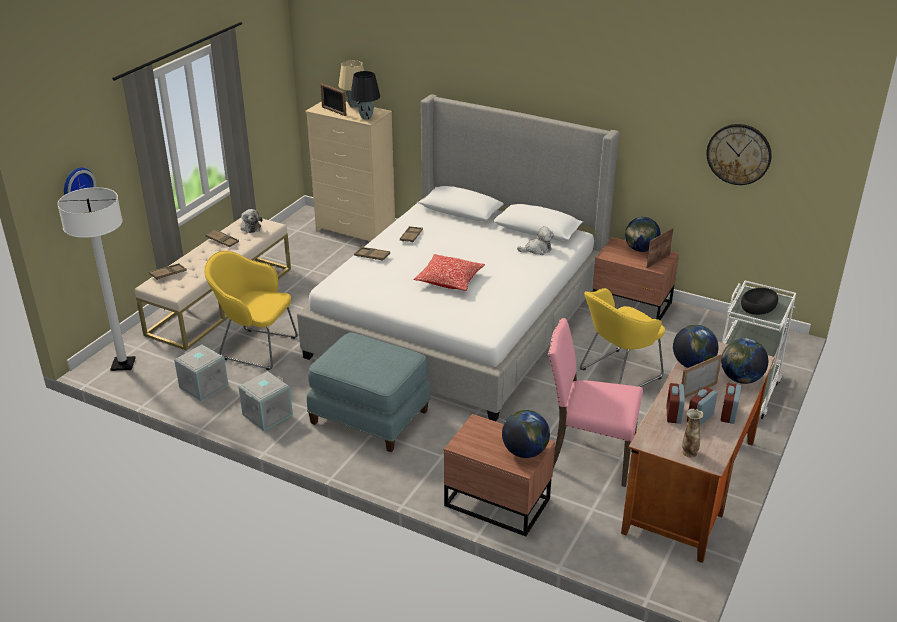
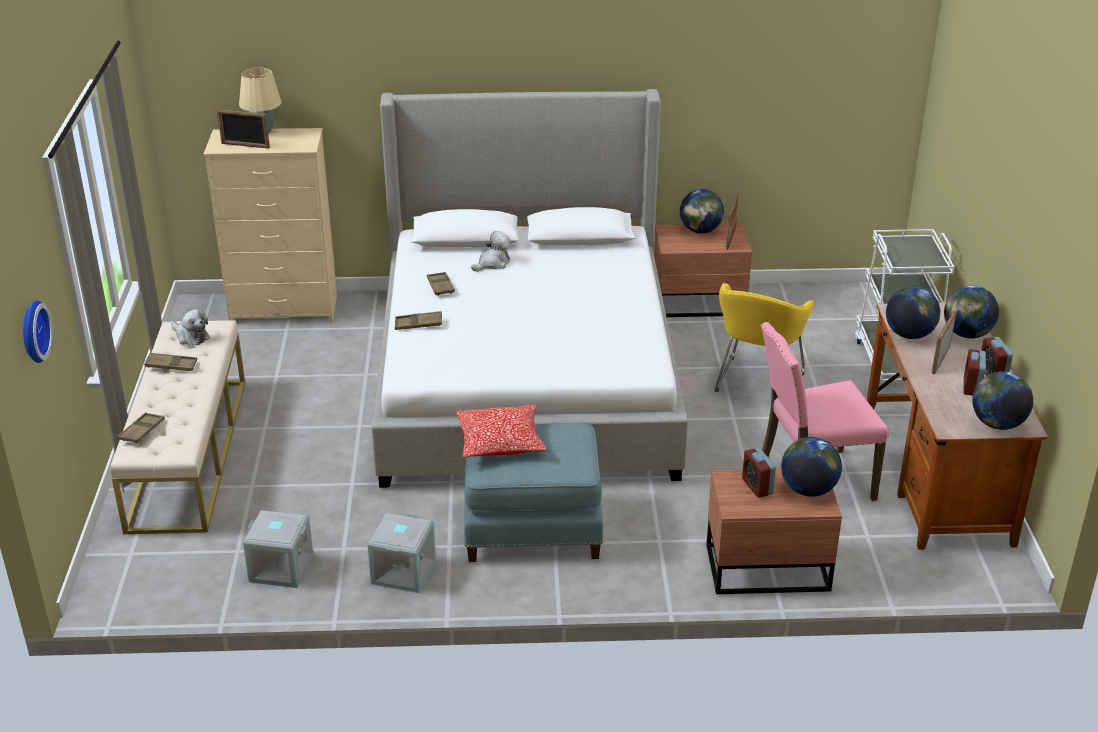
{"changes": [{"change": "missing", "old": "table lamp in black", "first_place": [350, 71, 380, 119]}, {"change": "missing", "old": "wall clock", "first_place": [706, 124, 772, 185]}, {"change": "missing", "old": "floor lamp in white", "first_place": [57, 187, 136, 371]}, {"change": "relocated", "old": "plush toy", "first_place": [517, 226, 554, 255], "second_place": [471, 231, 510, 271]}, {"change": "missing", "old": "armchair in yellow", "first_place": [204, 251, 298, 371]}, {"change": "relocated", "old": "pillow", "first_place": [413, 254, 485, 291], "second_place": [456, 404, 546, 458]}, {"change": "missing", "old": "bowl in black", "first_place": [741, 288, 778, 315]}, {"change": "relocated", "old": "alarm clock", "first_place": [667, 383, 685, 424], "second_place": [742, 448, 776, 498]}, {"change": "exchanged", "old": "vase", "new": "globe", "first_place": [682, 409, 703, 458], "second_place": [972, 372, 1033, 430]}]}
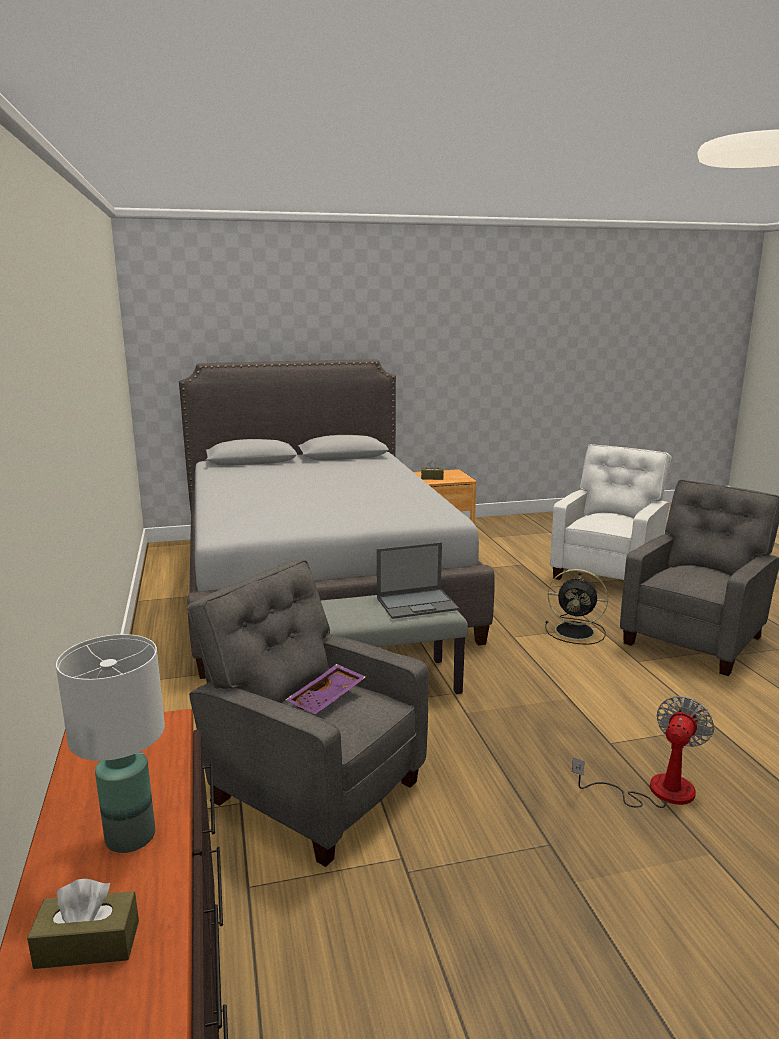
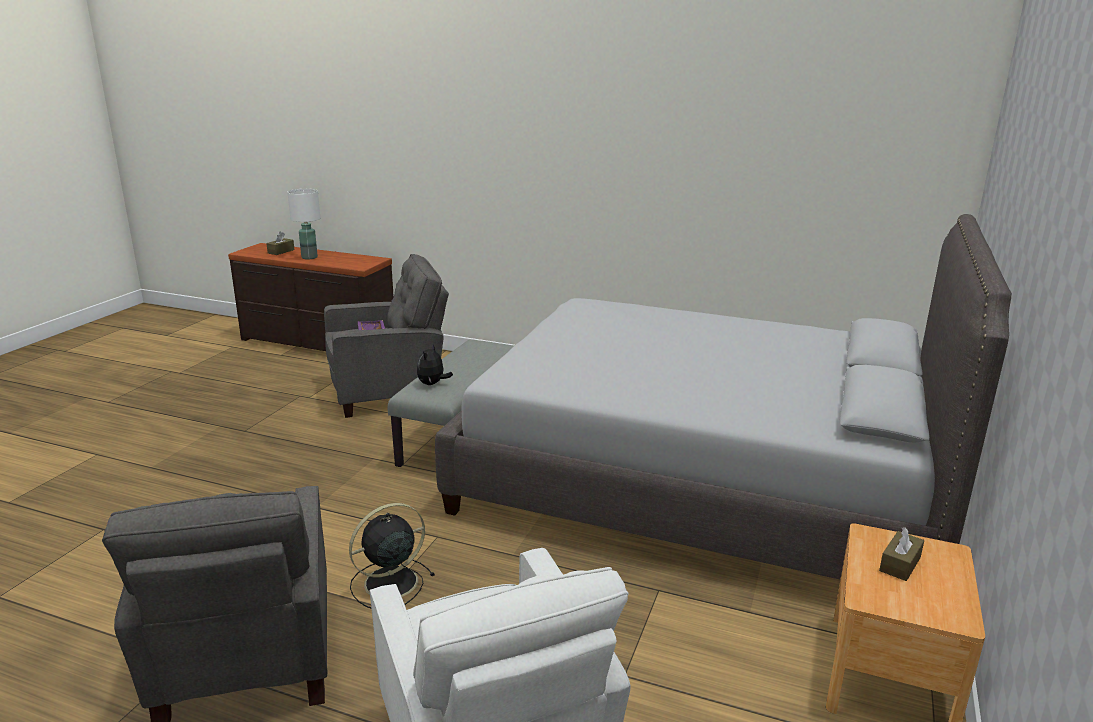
{"changes": [{"change": "exchanged", "old": "laptop", "new": "plush toy", "first_place": [377, 542, 459, 619], "second_place": [417, 344, 453, 385]}, {"change": "missing", "old": "fan", "first_place": [572, 696, 714, 808]}]}
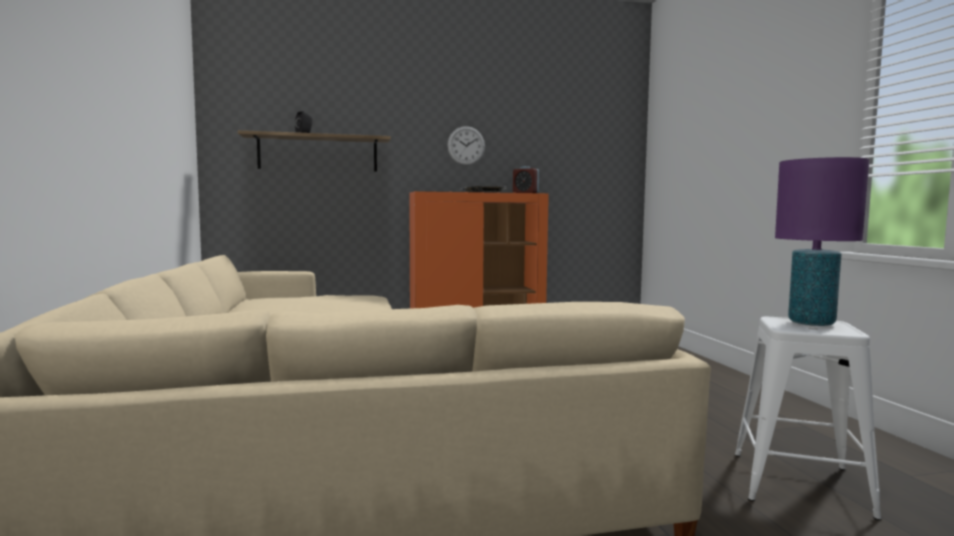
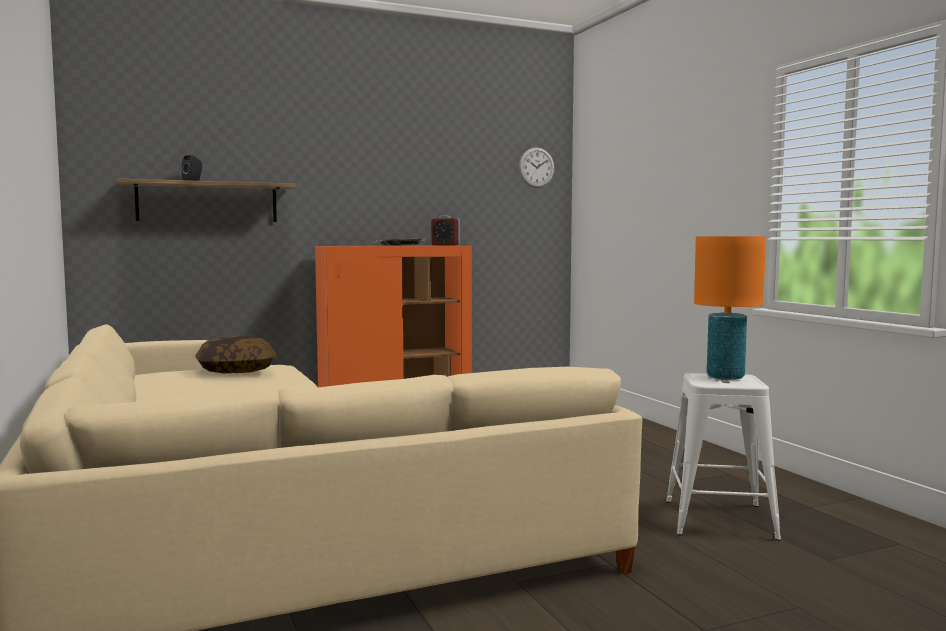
{"changes": [{"change": "relocated", "old": "wall clock", "first_place": [447, 126, 485, 165], "second_place": [519, 147, 554, 188]}, {"change": "colour", "old": "table lamp in purple", "new": "table lamp in orange", "first_place": [775, 157, 869, 326], "second_place": [694, 236, 766, 380]}, {"change": "appeared", "new": "pillow", "second_place": [195, 336, 276, 373]}]}
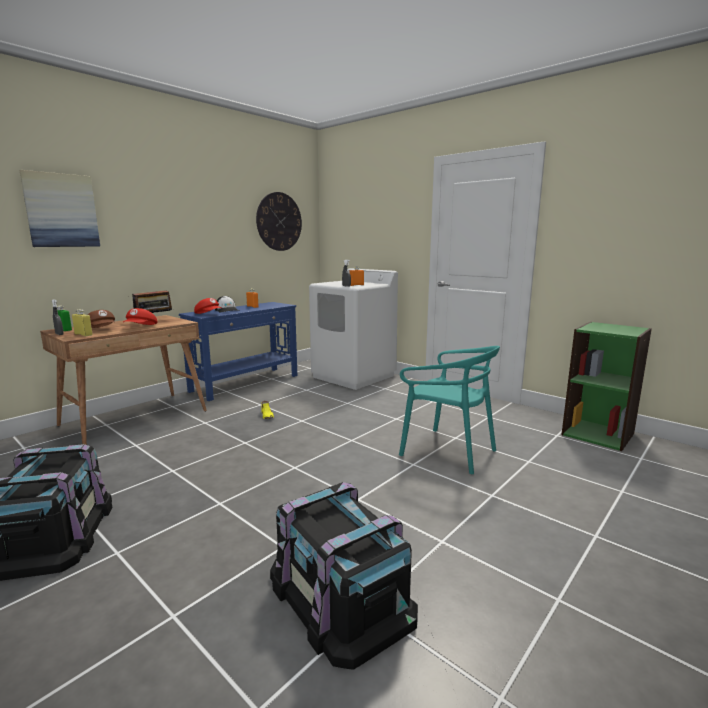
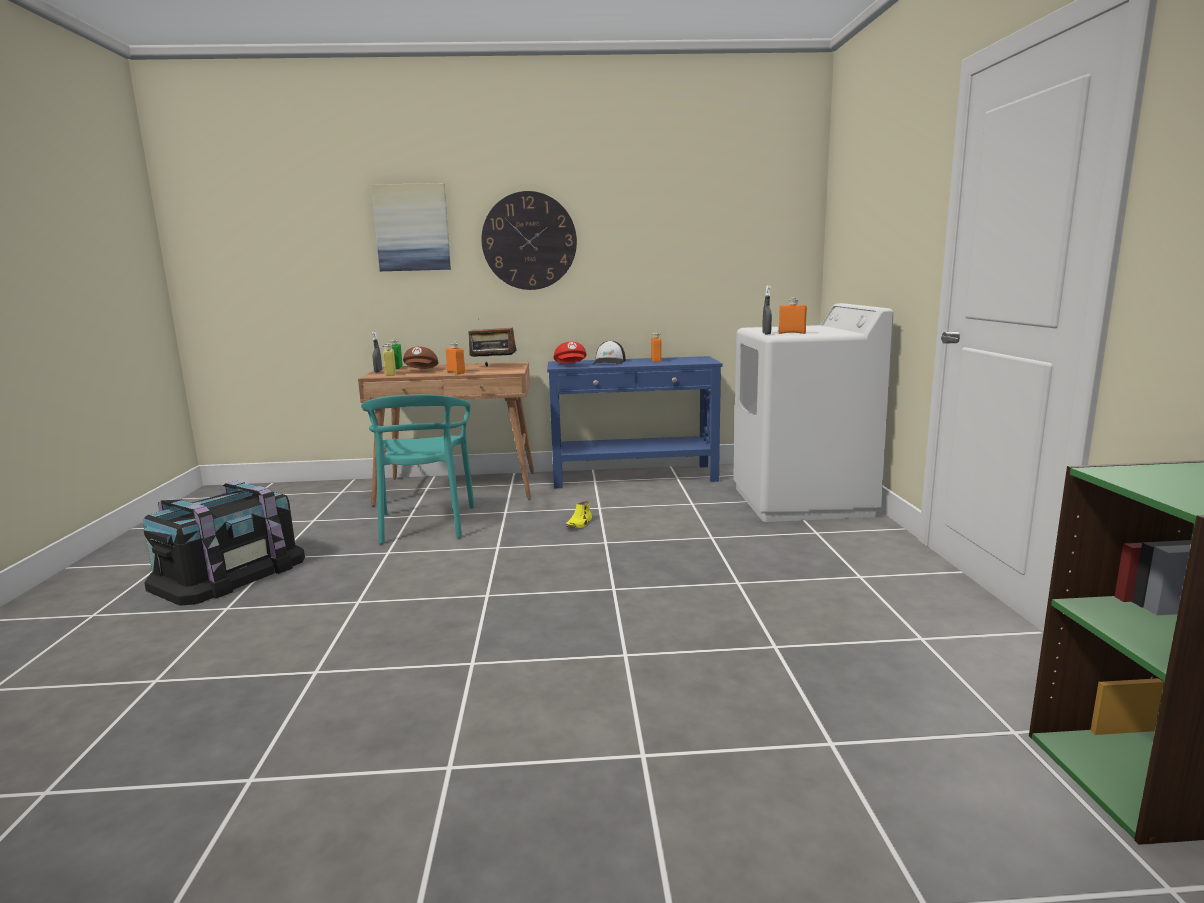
{"changes": [{"change": "relocated", "old": "wall clock", "first_place": [256, 192, 302, 251], "second_place": [481, 191, 577, 290]}, {"change": "exchanged", "old": "cap in red", "new": "bottle in orange", "first_place": [123, 308, 158, 325], "second_place": [446, 342, 465, 374]}, {"change": "relocated", "old": "chair in turquoise", "first_place": [399, 346, 500, 475], "second_place": [361, 394, 475, 544]}, {"change": "missing", "old": "storage box in black", "first_place": [270, 482, 418, 670]}]}
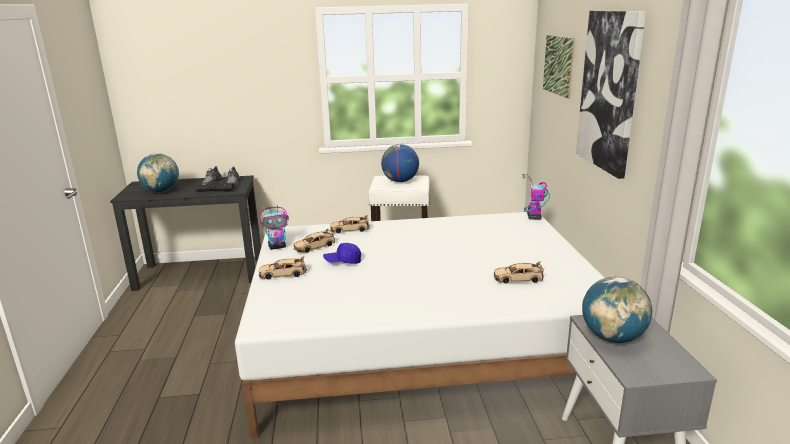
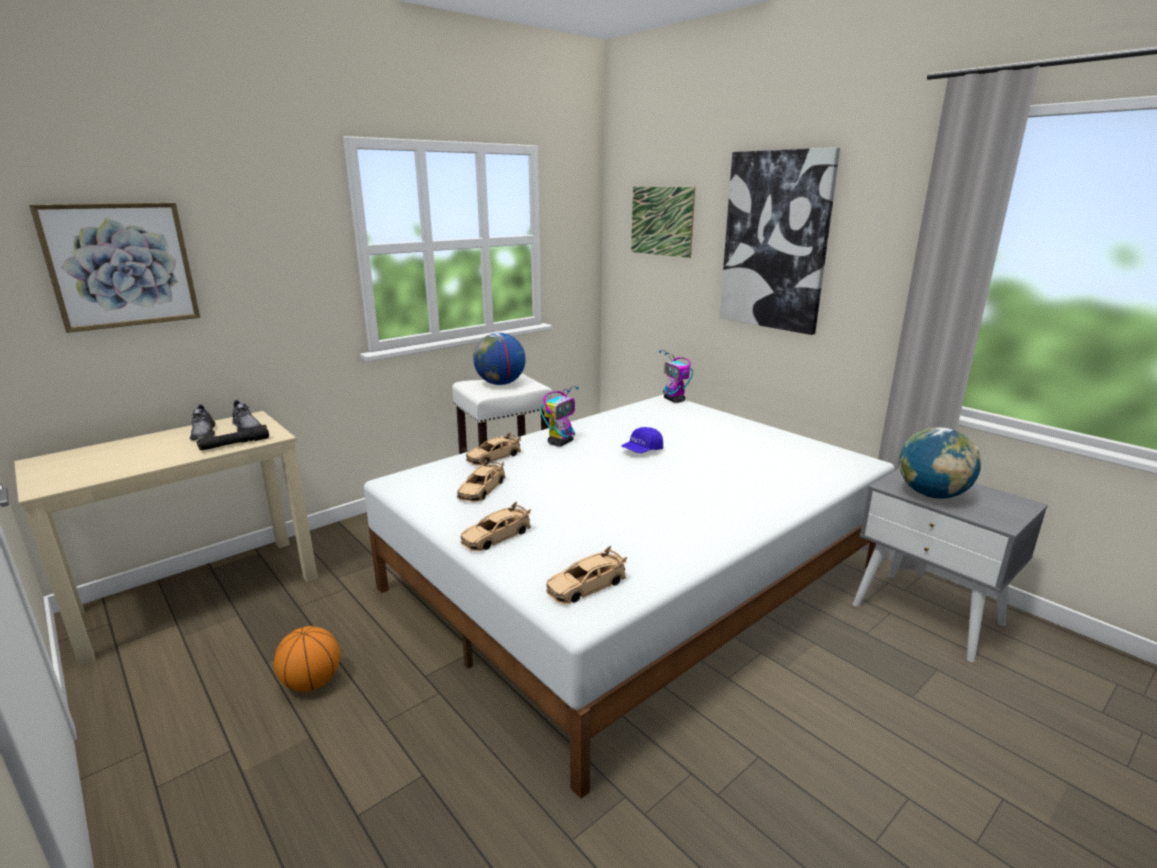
{"changes": [{"change": "missing", "old": "globe", "first_place": [137, 153, 179, 193]}, {"change": "colour", "old": "desk in black", "new": "desk in beige", "first_place": [110, 175, 261, 291], "second_place": [14, 411, 318, 667]}, {"change": "relocated", "old": "toy robot", "first_place": [260, 205, 289, 250], "second_place": [540, 386, 579, 447]}, {"change": "relocated", "old": "cap in blue", "first_place": [323, 243, 361, 264], "second_place": [621, 427, 663, 453]}, {"change": "relocated", "old": "toy car in beige", "first_place": [494, 261, 545, 283], "second_place": [546, 546, 627, 604]}, {"change": "appeared", "new": "picture", "second_place": [29, 203, 200, 333]}, {"change": "appeared", "new": "basketball", "second_place": [274, 626, 340, 692]}]}
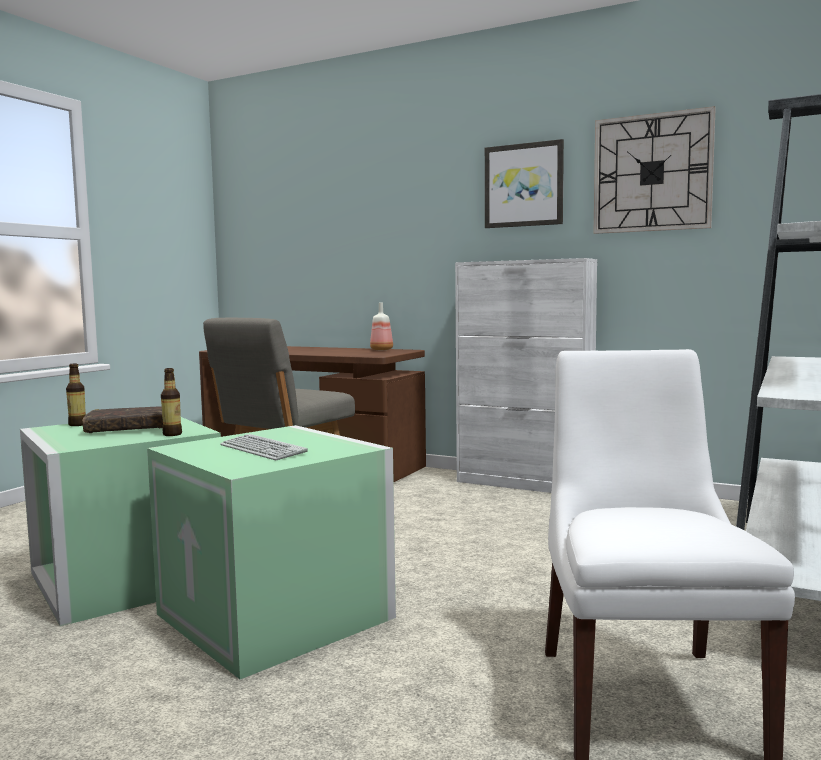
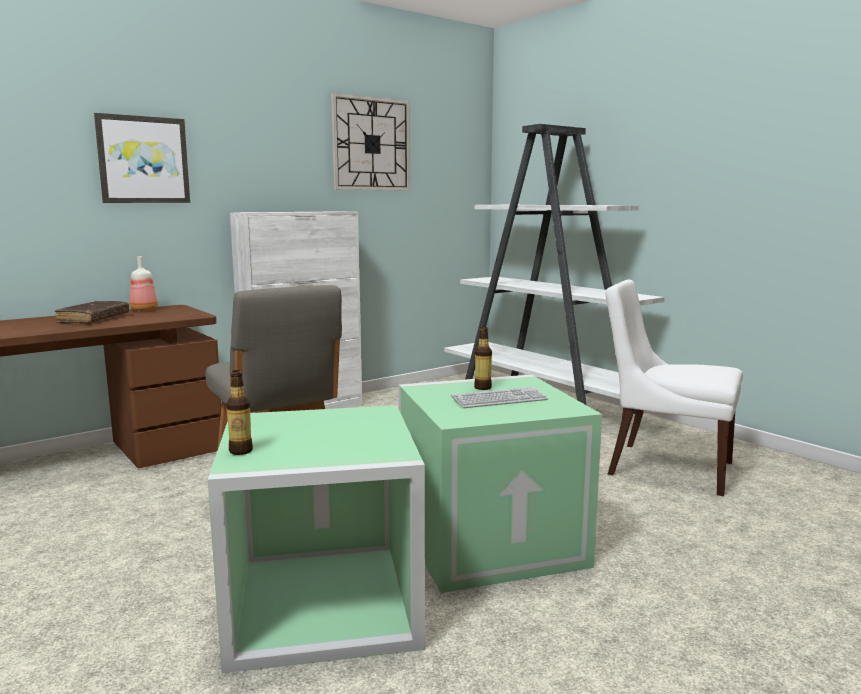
{"changes": [{"change": "relocated", "old": "picture", "first_place": [485, 139, 564, 228], "second_place": [94, 113, 190, 203]}, {"change": "relocated", "old": "bottle", "first_place": [161, 368, 182, 436], "second_place": [474, 327, 492, 390]}, {"change": "relocated", "old": "book in brown", "first_place": [82, 406, 163, 433], "second_place": [55, 301, 129, 323]}]}
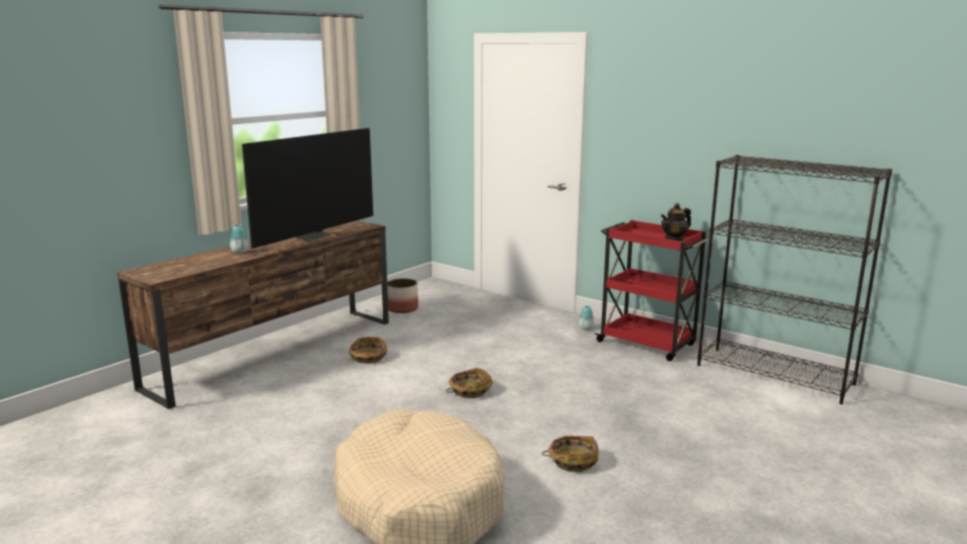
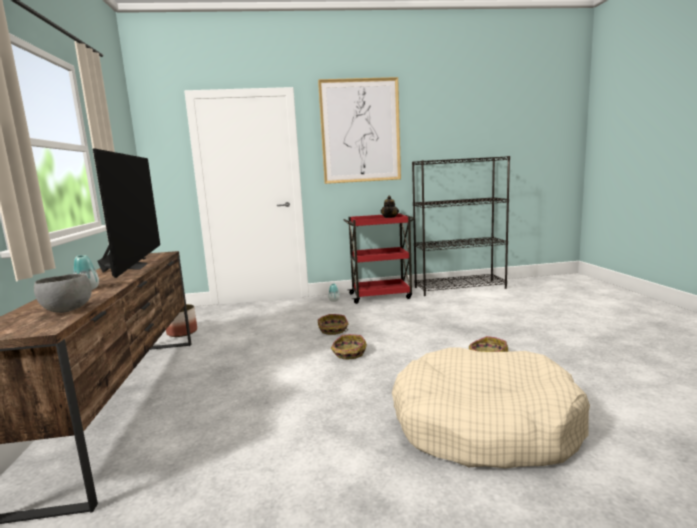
{"changes": [{"change": "relocated", "old": "basket", "first_place": [349, 337, 387, 364], "second_place": [318, 314, 349, 335]}, {"change": "appeared", "new": "picture", "second_place": [318, 77, 401, 184]}, {"change": "appeared", "new": "bowl in grey", "second_place": [34, 274, 92, 313]}]}
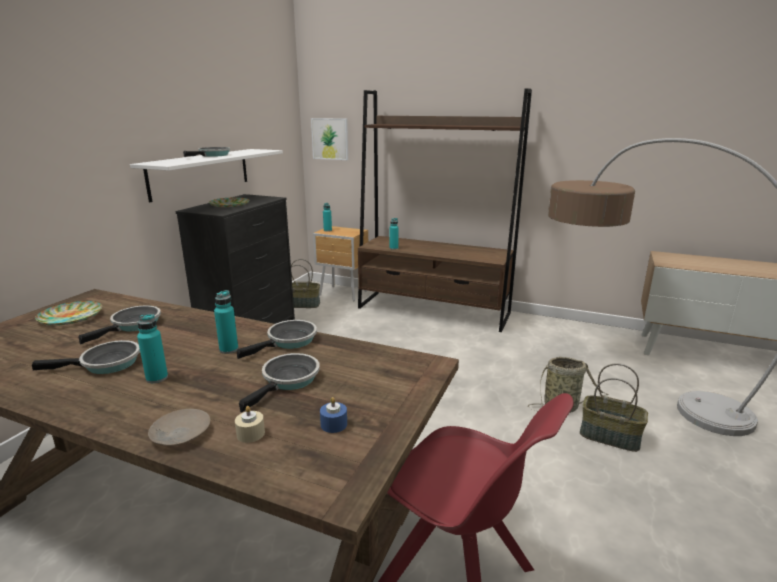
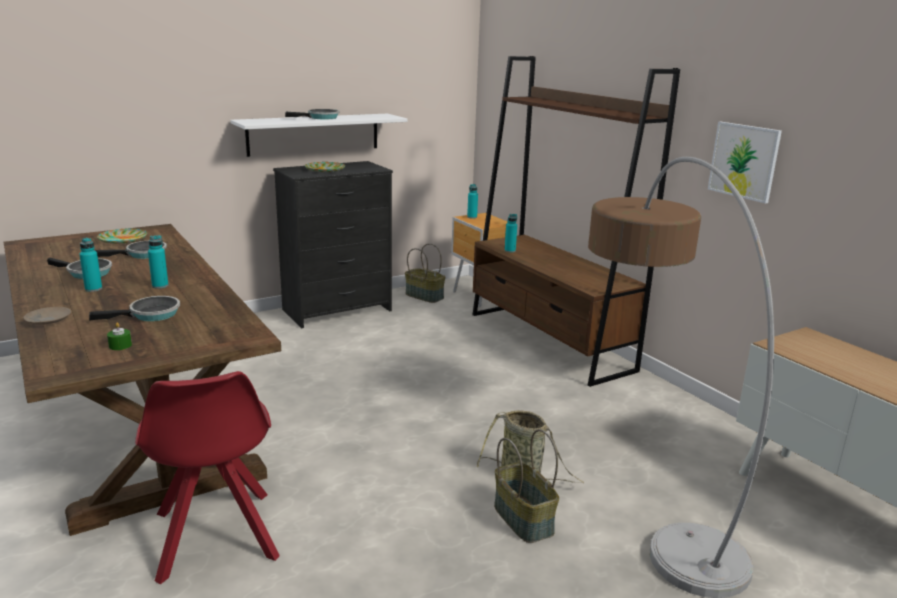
{"changes": [{"change": "relocated", "old": "picture", "first_place": [311, 118, 348, 160], "second_place": [708, 122, 782, 203]}, {"change": "missing", "old": "frying pan", "first_place": [237, 320, 317, 359]}, {"change": "colour", "old": "candle in blue", "new": "candle in green", "first_place": [320, 397, 347, 433], "second_place": [107, 322, 132, 350]}, {"change": "missing", "old": "candle in beige", "first_place": [235, 406, 265, 443]}]}
